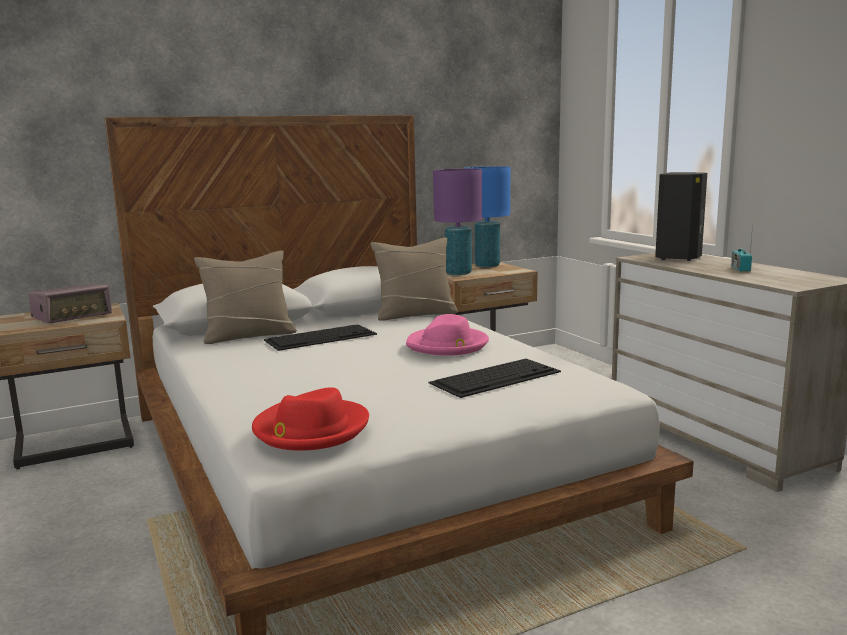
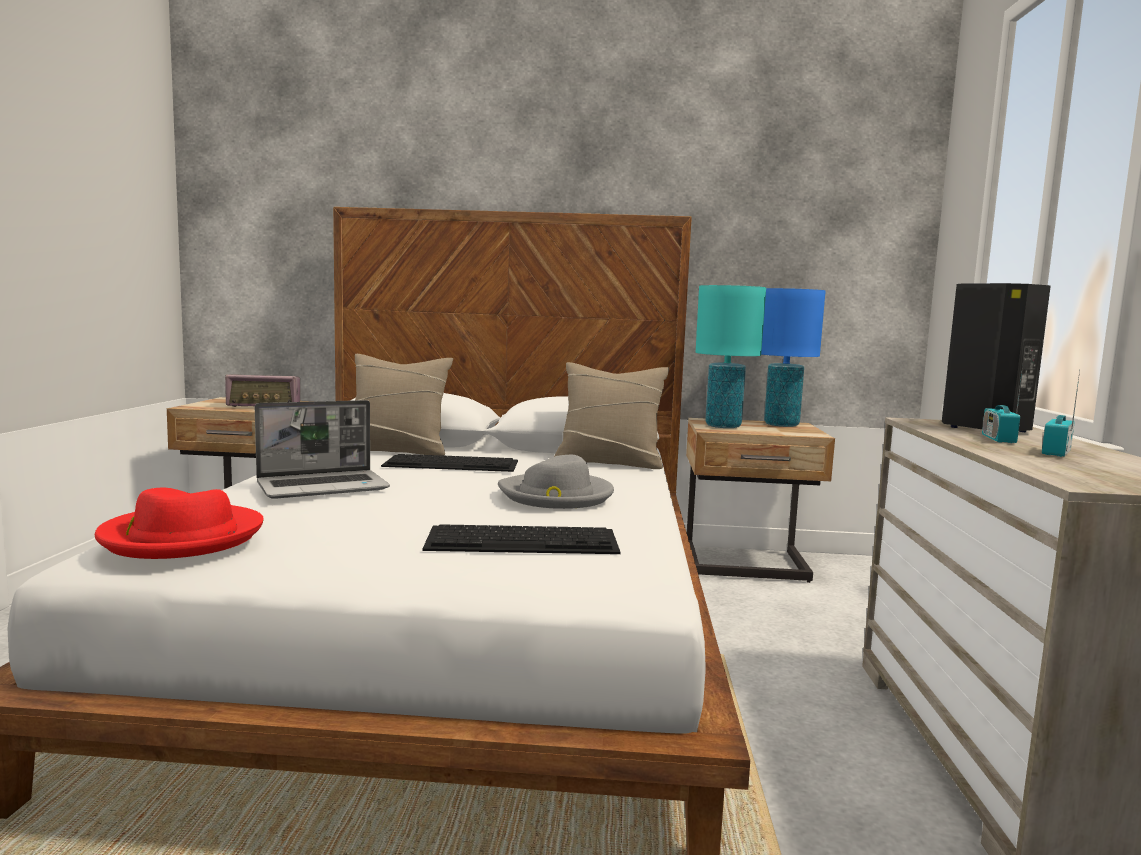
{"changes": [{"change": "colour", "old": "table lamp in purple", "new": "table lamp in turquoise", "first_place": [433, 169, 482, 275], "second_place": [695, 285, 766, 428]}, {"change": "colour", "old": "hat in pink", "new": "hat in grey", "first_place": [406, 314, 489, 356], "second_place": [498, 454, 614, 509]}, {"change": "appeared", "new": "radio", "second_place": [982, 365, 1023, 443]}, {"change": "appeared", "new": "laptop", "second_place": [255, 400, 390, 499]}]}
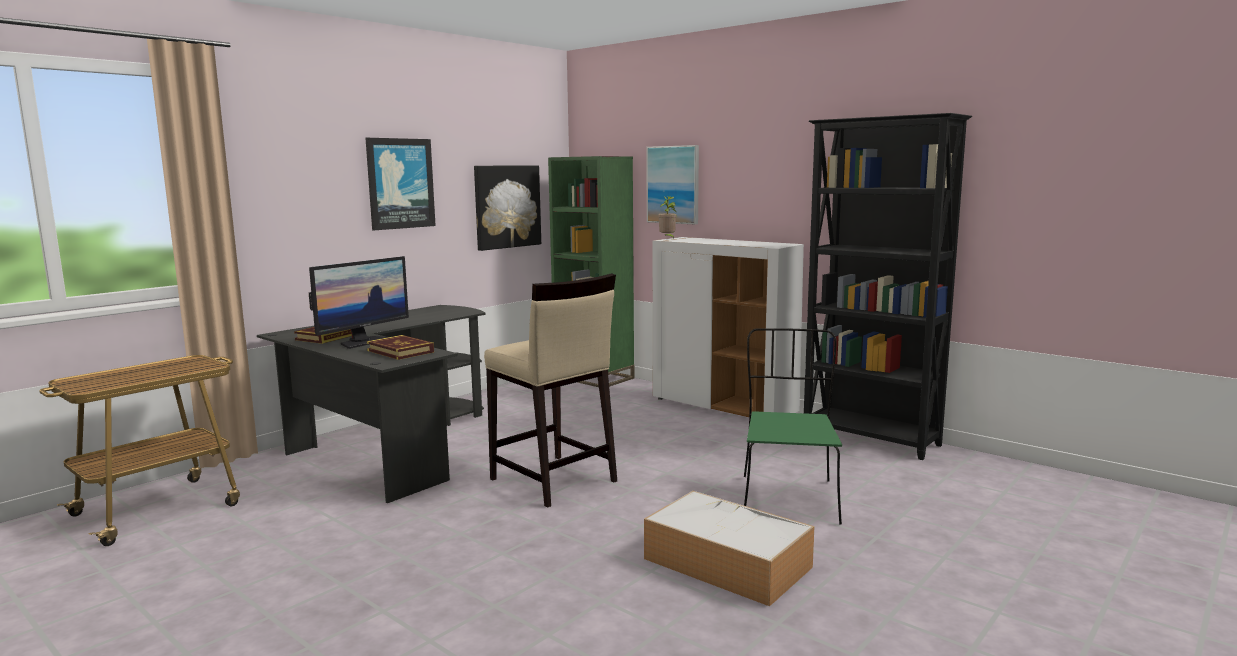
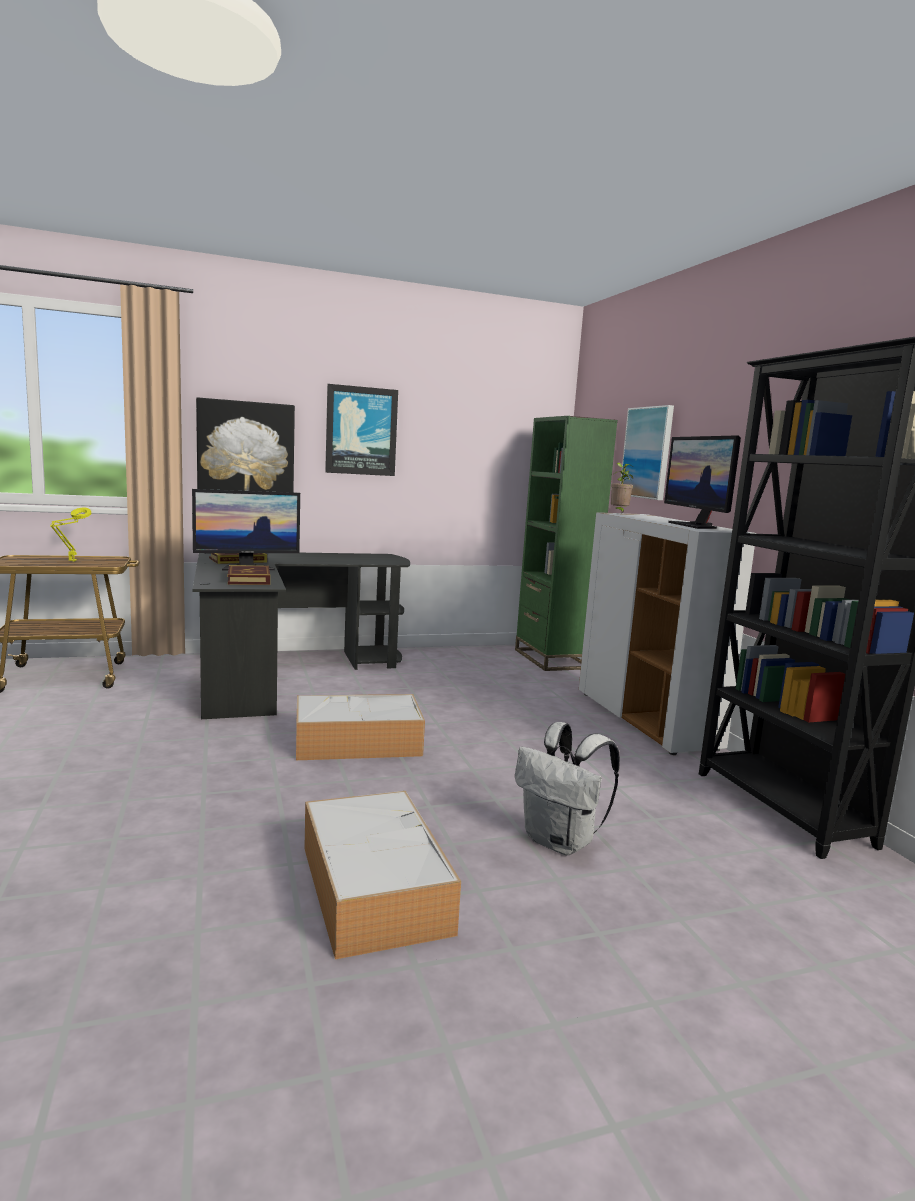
{"changes": [{"change": "relocated", "old": "picture", "first_place": [474, 165, 541, 251], "second_place": [196, 398, 295, 492]}, {"change": "exchanged", "old": "stool in beige", "new": "storage box", "first_place": [484, 273, 617, 508], "second_place": [296, 694, 425, 761]}, {"change": "exchanged", "old": "chair in green", "new": "backpack in white", "first_place": [744, 328, 842, 525], "second_place": [515, 722, 620, 855]}, {"change": "appeared", "new": "monitor", "second_place": [664, 436, 741, 529]}, {"change": "appeared", "new": "table lamp in yellow", "second_place": [50, 508, 91, 561]}]}
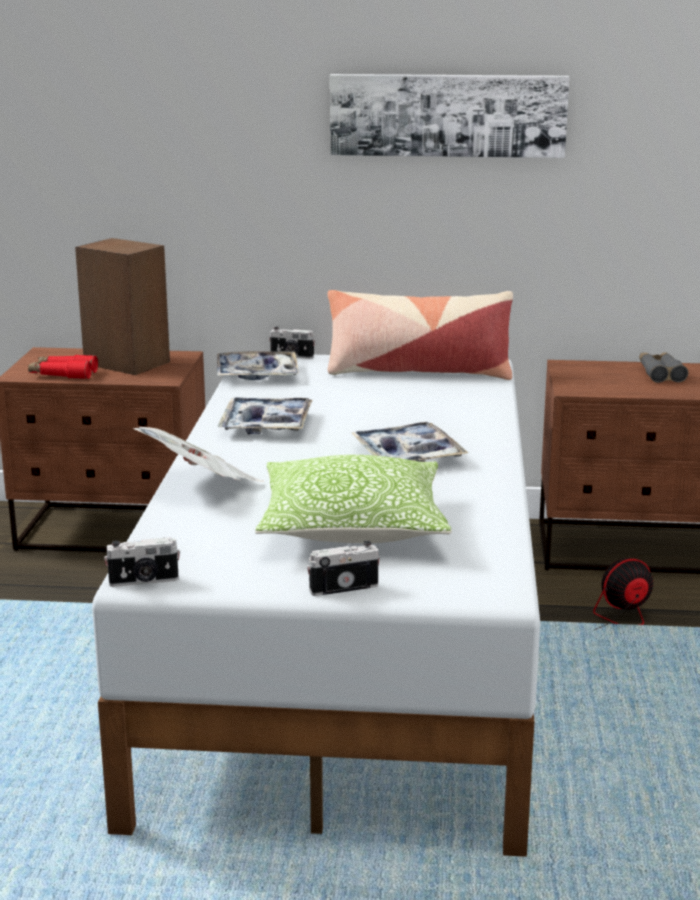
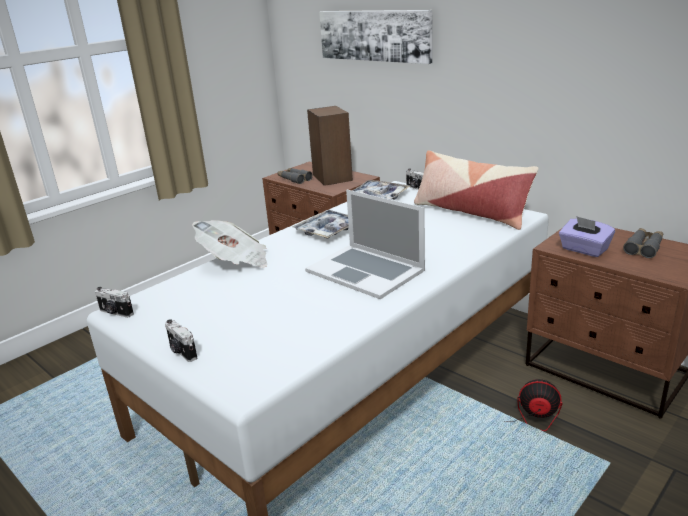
{"changes": [{"change": "relocated", "old": "picture", "first_place": [330, 74, 569, 158], "second_place": [319, 10, 432, 64]}, {"change": "colour", "old": "binoculars in red", "new": "binoculars in grey", "first_place": [28, 355, 98, 379], "second_place": [278, 168, 313, 184]}, {"change": "exchanged", "old": "tray", "new": "laptop", "first_place": [351, 422, 468, 462], "second_place": [305, 189, 425, 299]}, {"change": "missing", "old": "pillow", "first_place": [255, 455, 452, 543]}, {"change": "spun", "old": "photo camera", "first_place": [307, 540, 380, 596], "second_place": [165, 319, 197, 362], "degrees": -150}, {"change": "appeared", "new": "tissue box in purple", "second_place": [559, 216, 615, 257]}]}
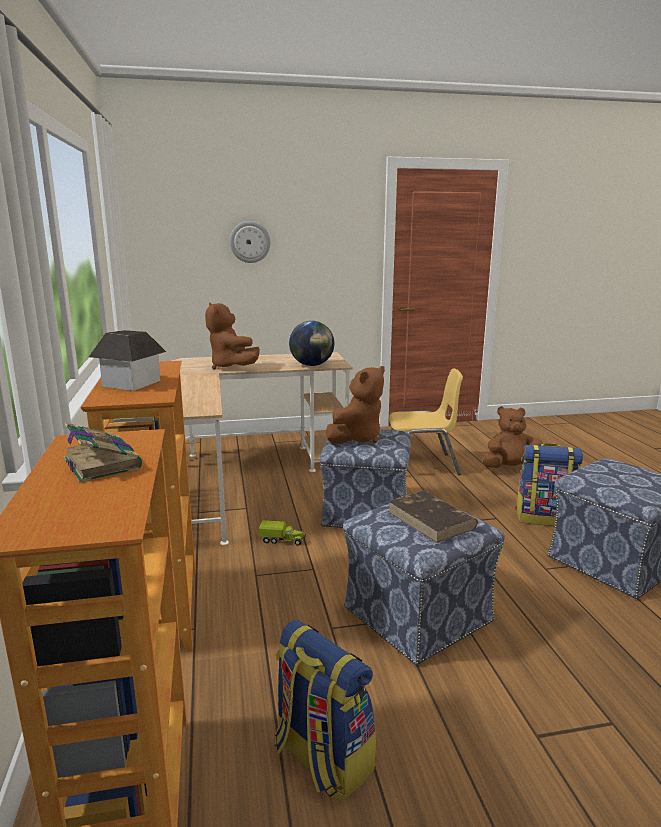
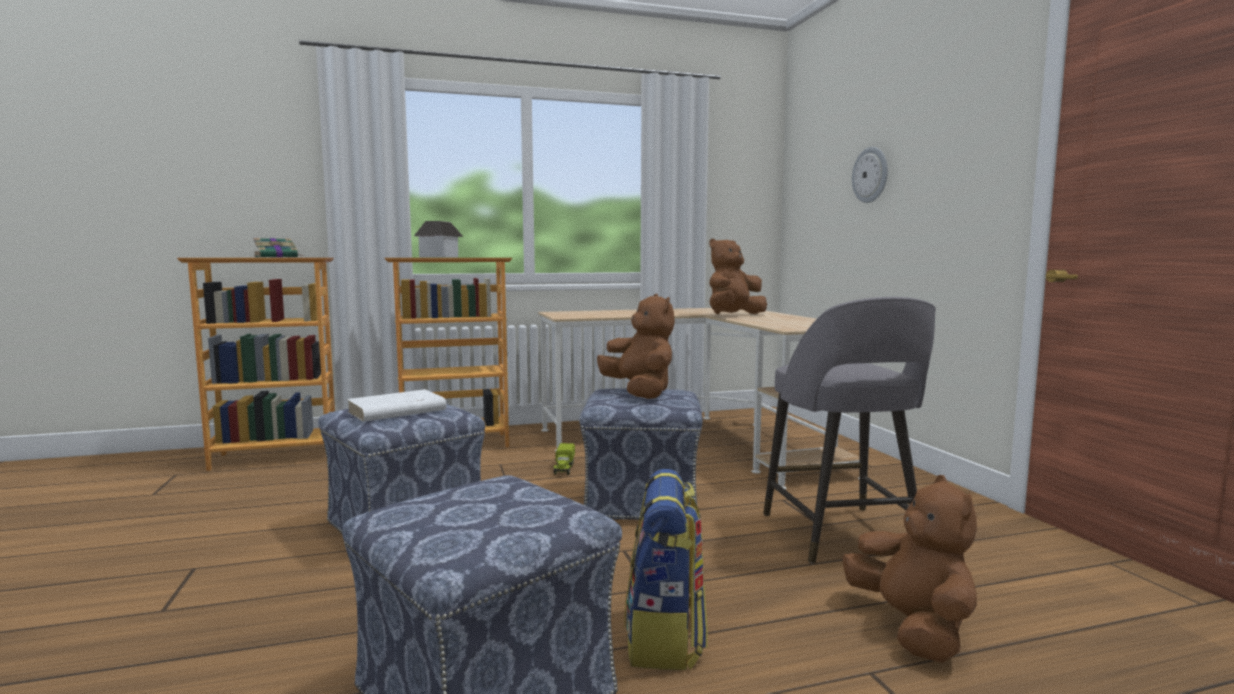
{"changes": [{"change": "missing", "old": "globe", "first_place": [289, 321, 334, 366]}, {"change": "spun", "old": "plush toy in brown", "first_place": [326, 366, 385, 444], "second_place": [597, 294, 675, 399], "degrees": -150}, {"change": "exchanged", "old": "chair in yellow", "new": "stool in grey", "first_place": [389, 368, 463, 475], "second_place": [763, 297, 936, 564]}, {"change": "colour", "old": "book in brown", "new": "book in white", "first_place": [388, 491, 478, 543], "second_place": [347, 389, 446, 422]}, {"change": "missing", "old": "backpack", "first_place": [275, 620, 376, 802]}]}
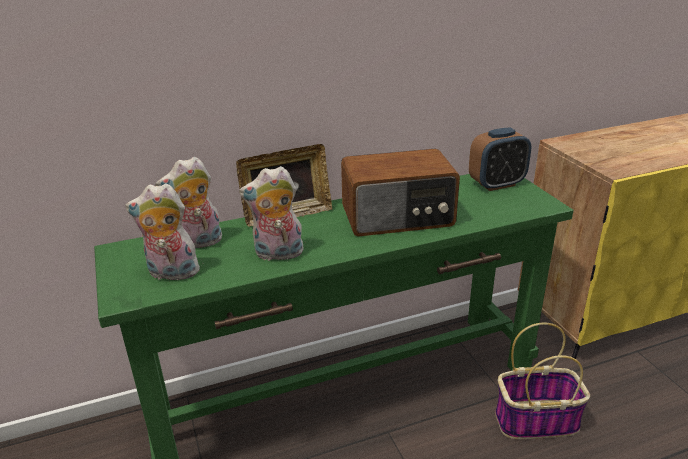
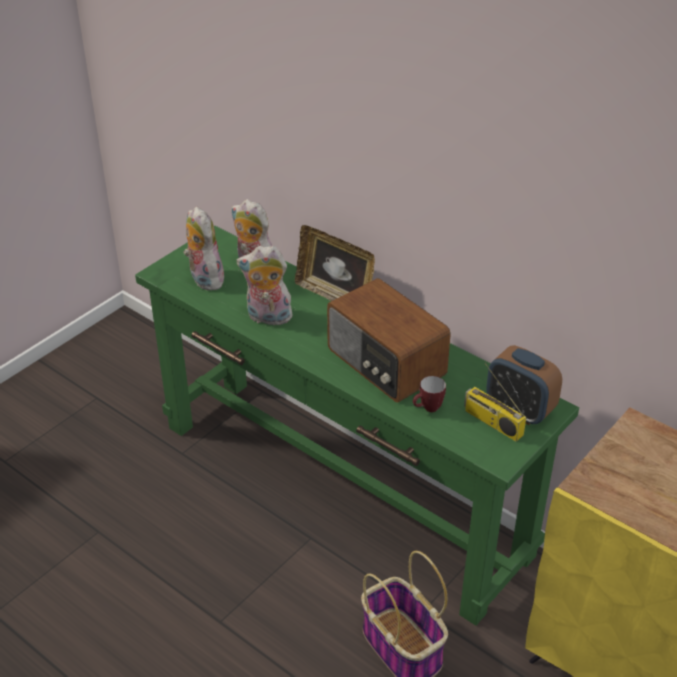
{"changes": [{"change": "spun", "old": "plush toy", "first_place": [239, 166, 304, 261], "second_place": [236, 246, 292, 325], "degrees": -45}, {"change": "appeared", "new": "radio", "second_place": [464, 363, 526, 442]}, {"change": "appeared", "new": "mug", "second_place": [413, 376, 446, 412]}]}
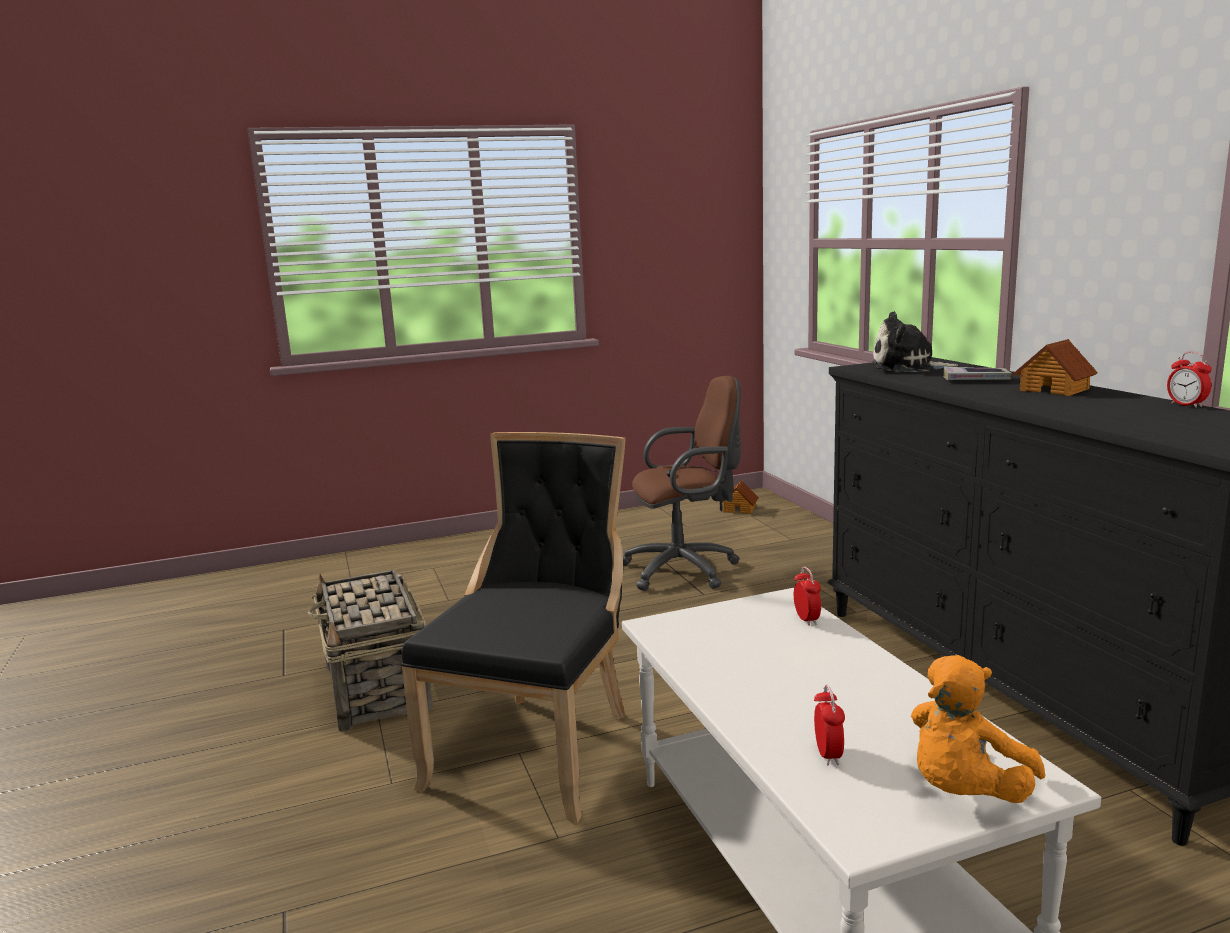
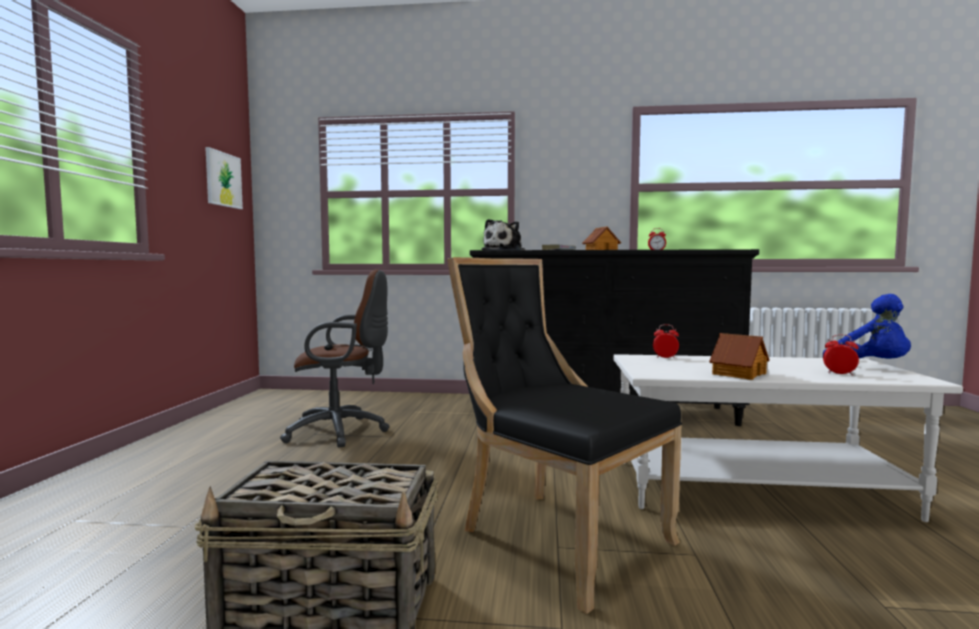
{"changes": [{"change": "spun", "old": "office chair in brown", "first_place": [623, 376, 741, 591], "second_place": [280, 269, 389, 447], "degrees": 75}, {"change": "relocated", "old": "toy house", "first_place": [719, 480, 759, 514], "second_place": [709, 333, 769, 380]}, {"change": "colour", "old": "plush toy in orange", "new": "plush toy in blue", "first_place": [911, 655, 1045, 803], "second_place": [823, 294, 911, 359]}, {"change": "appeared", "new": "picture", "second_place": [205, 147, 243, 209]}]}
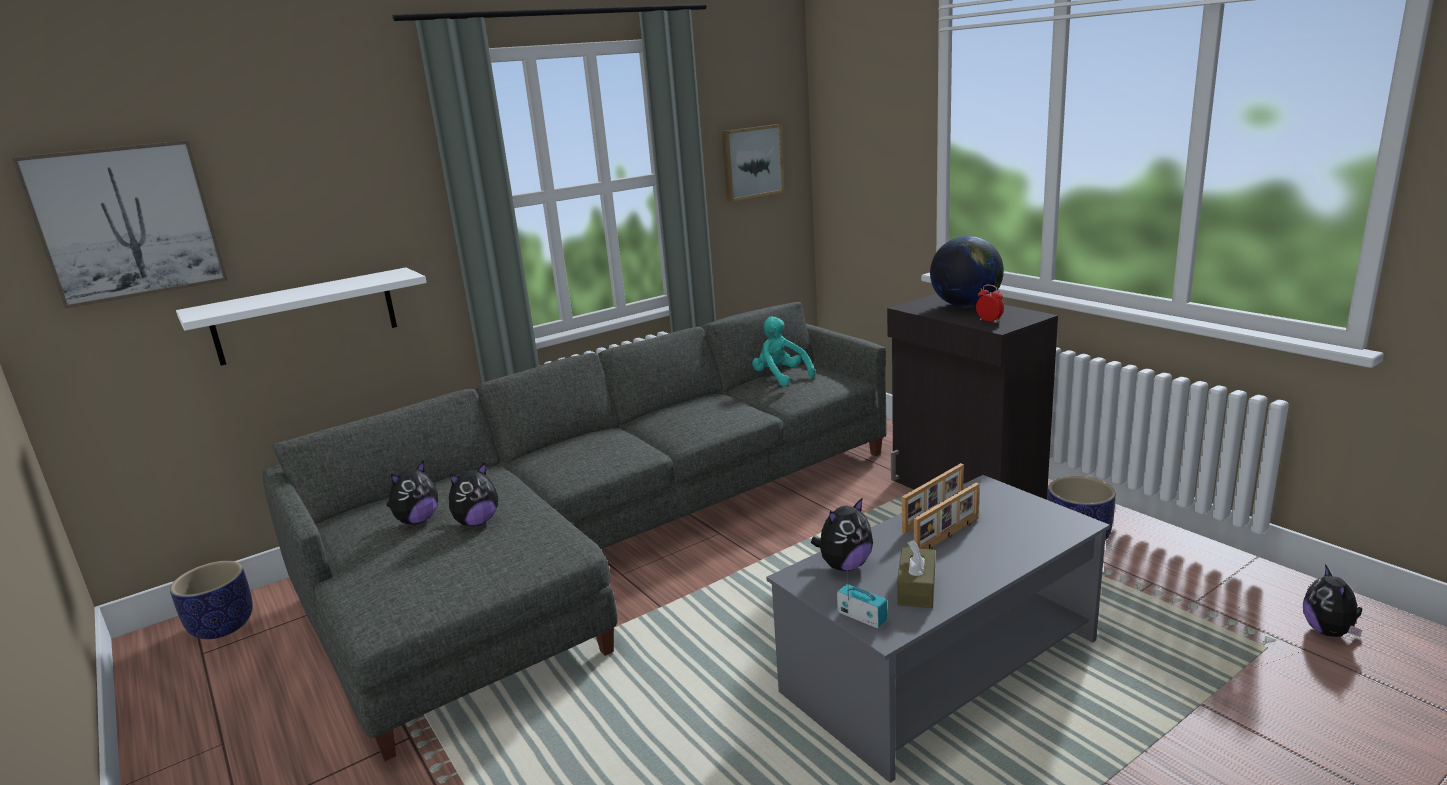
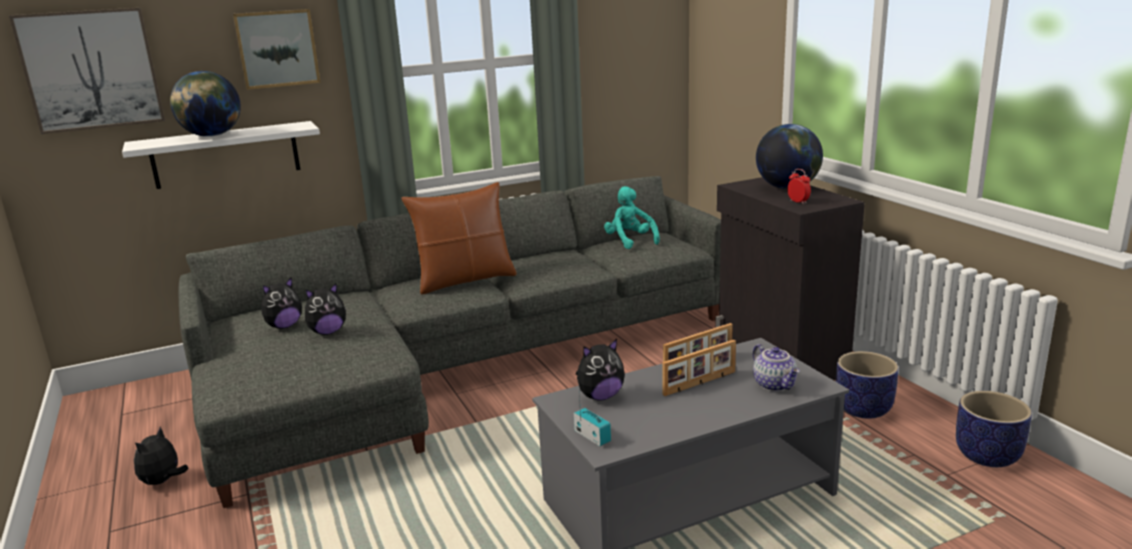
{"changes": [{"change": "relocated", "old": "picture", "first_place": [722, 124, 784, 202], "second_place": [233, 9, 321, 90]}, {"change": "missing", "old": "tissue box in brown", "first_place": [897, 540, 935, 608]}, {"change": "relocated", "old": "planter", "first_place": [170, 561, 253, 639], "second_place": [956, 391, 1032, 467]}, {"change": "relocated", "old": "plush toy", "first_place": [1303, 564, 1362, 637], "second_place": [134, 427, 189, 485]}, {"change": "appeared", "new": "globe", "second_place": [170, 71, 241, 137]}, {"change": "appeared", "new": "pillow in brown", "second_place": [401, 182, 517, 295]}, {"change": "appeared", "new": "teapot", "second_place": [753, 344, 800, 392]}]}
